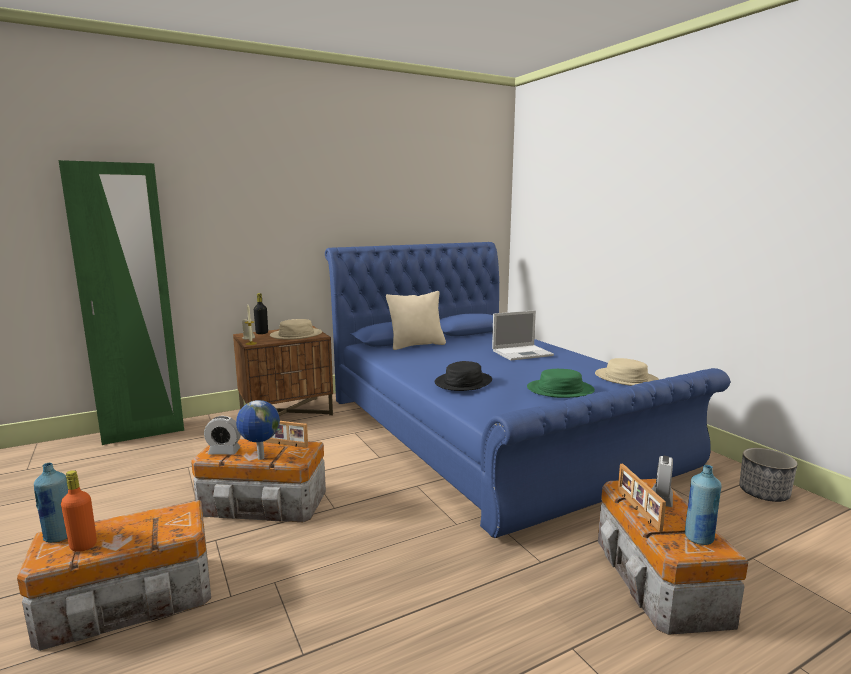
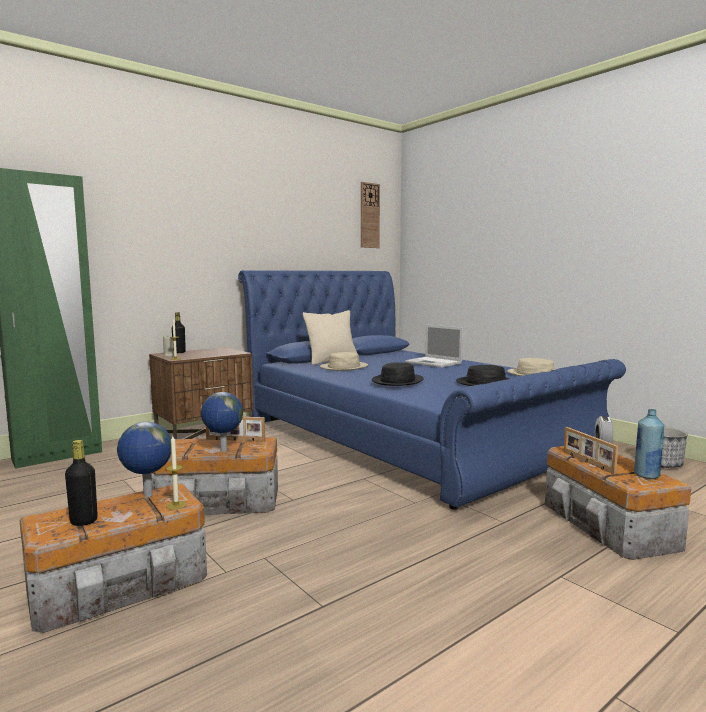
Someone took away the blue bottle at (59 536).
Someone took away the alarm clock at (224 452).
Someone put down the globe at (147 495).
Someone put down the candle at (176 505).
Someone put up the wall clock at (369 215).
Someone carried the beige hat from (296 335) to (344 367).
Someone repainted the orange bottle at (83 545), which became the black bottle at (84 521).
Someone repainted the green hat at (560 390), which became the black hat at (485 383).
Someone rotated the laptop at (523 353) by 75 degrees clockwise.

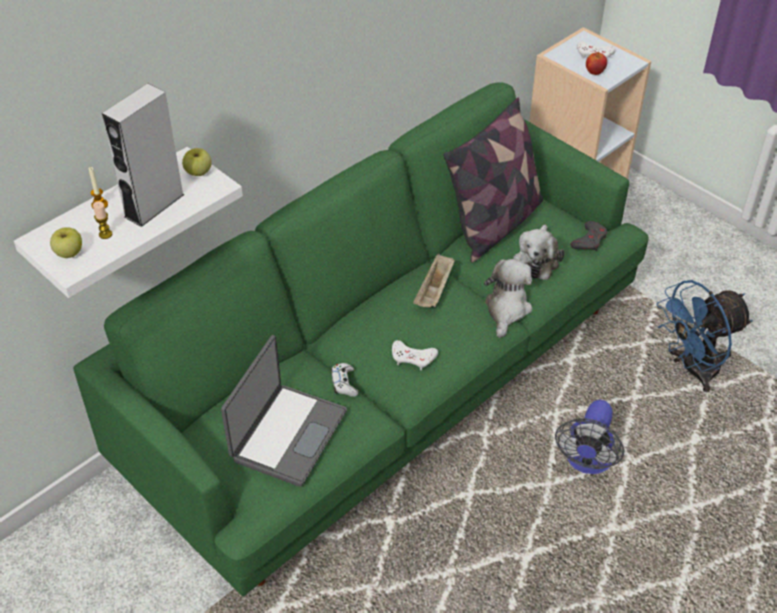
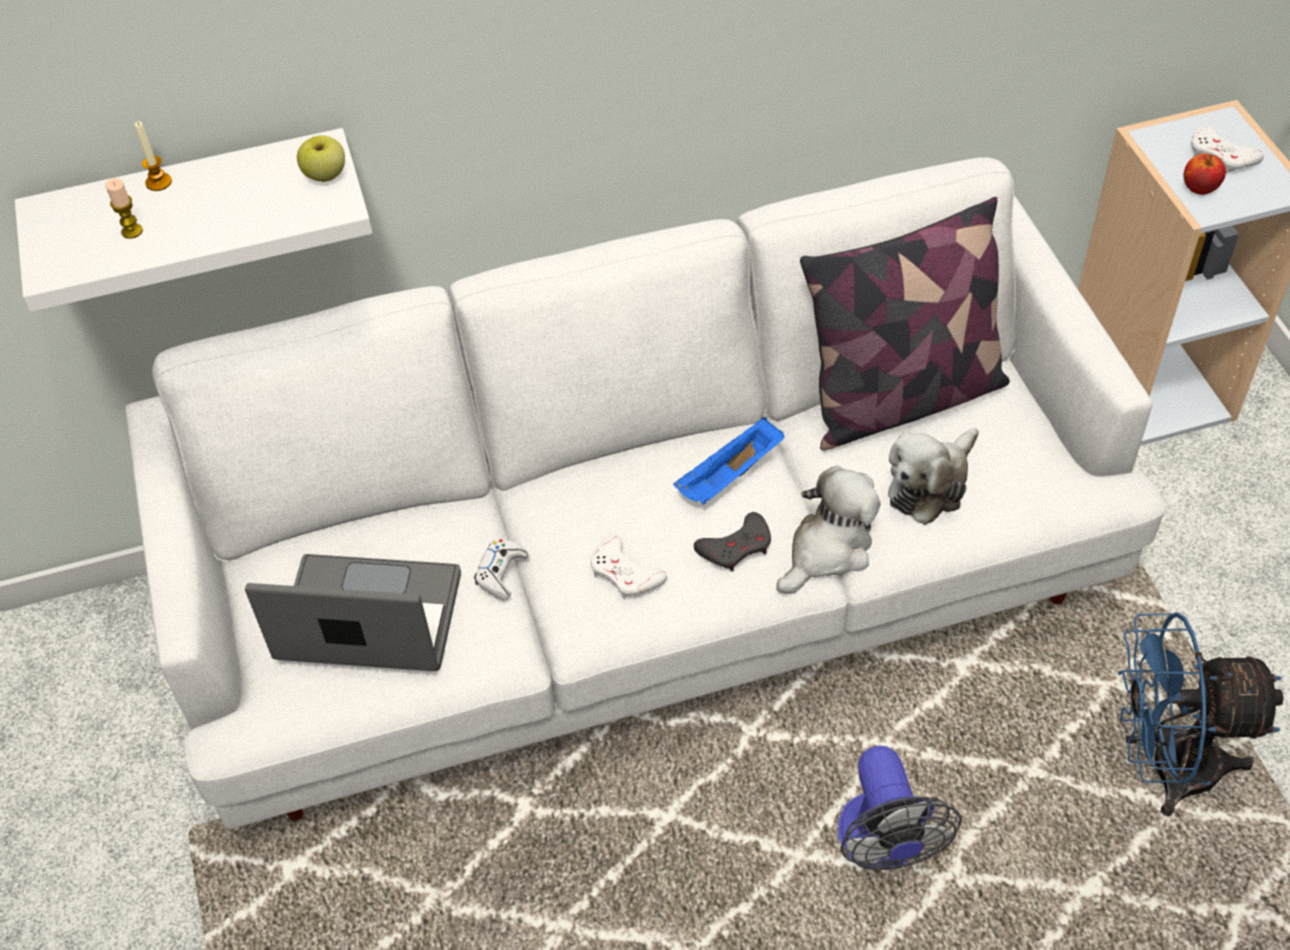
Someone took away the apple at (69 253).
Someone took away the grey speaker at (154 205).
Someone carried the grey game controller from (589 240) to (736 547).
Someone repainted the green sofa at (386 388), which became the white sofa at (650 595).
Someone repainted the beige tray at (434 291), which became the blue tray at (730 476).
Someone rotated the laptop at (287 434) by 135 degrees counterclockwise.
Someone rotated the fan at (587 463) by 60 degrees counterclockwise.

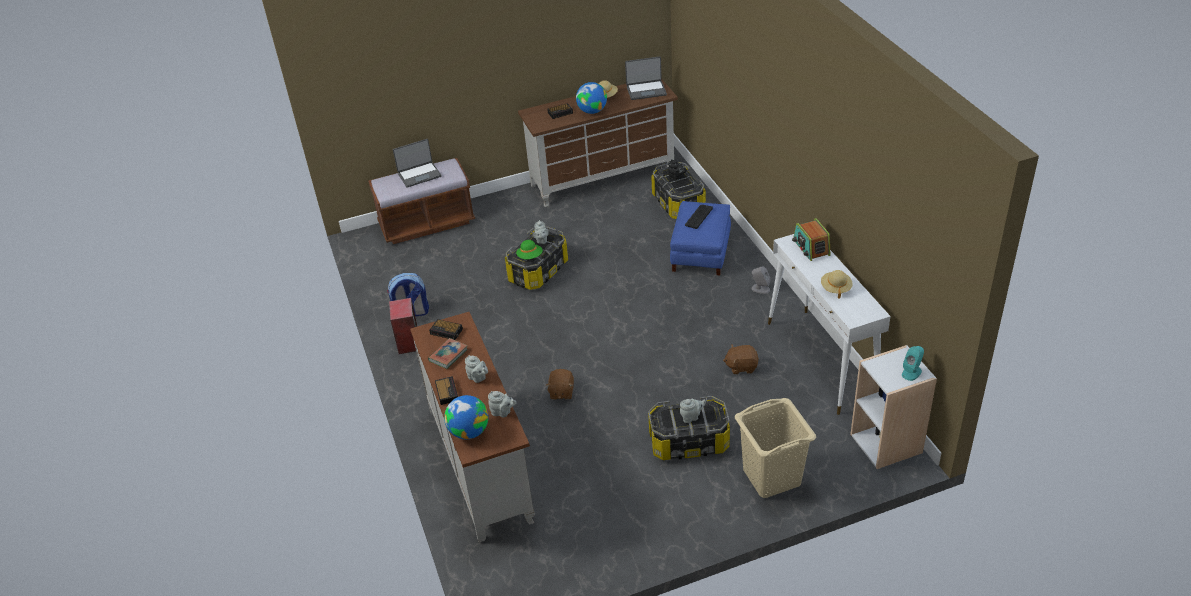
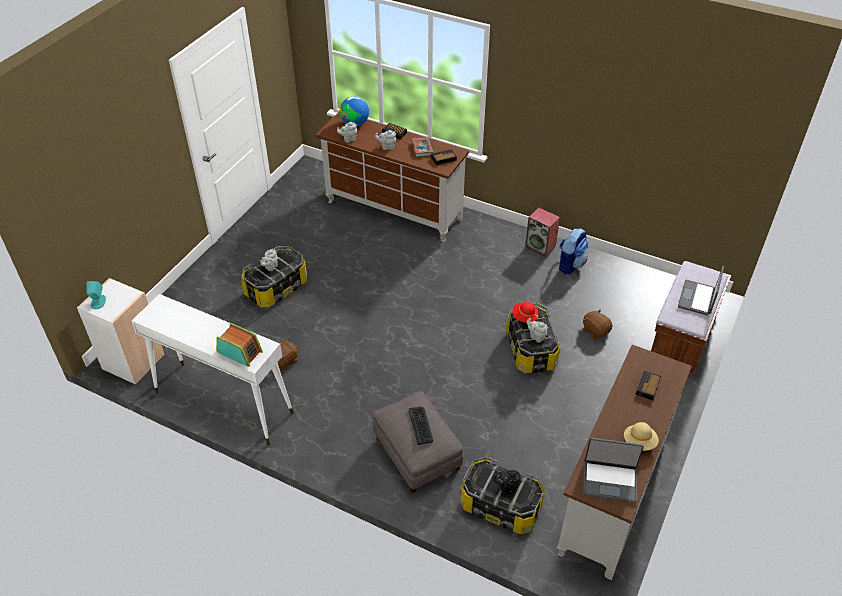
Someone took away the globe at (592 111).
Someone took away the beige laundry basket at (772 476).
Someone took away the grey speaker at (760 289).
Someone took away the beige hat at (835 288).
Someone carried the brown plush toy from (561 392) to (595 331).
Someone repainted the green hat at (530 257), which became the red hat at (524 317).
Someone repainted the blue ottoman at (701 253), which became the grey ottoman at (416 454).
Someone rotated the laptop at (646 90) by 120 degrees counterclockwise.

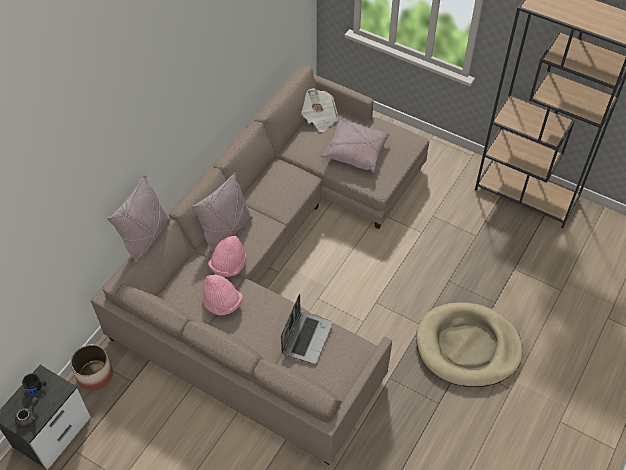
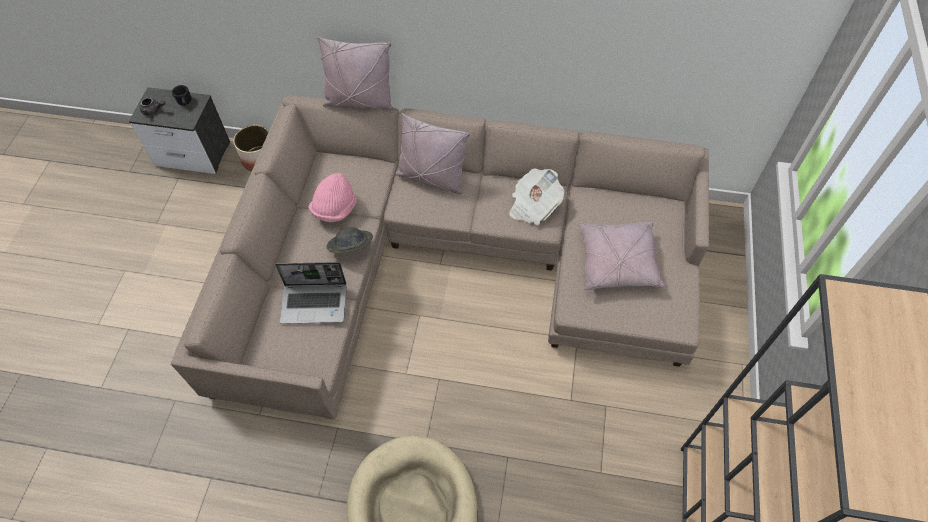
Someone took away the pink hat at (228 265).
Someone put down the grey hat at (351 248).
Someone carried the newspaper from (319 118) to (533 205).

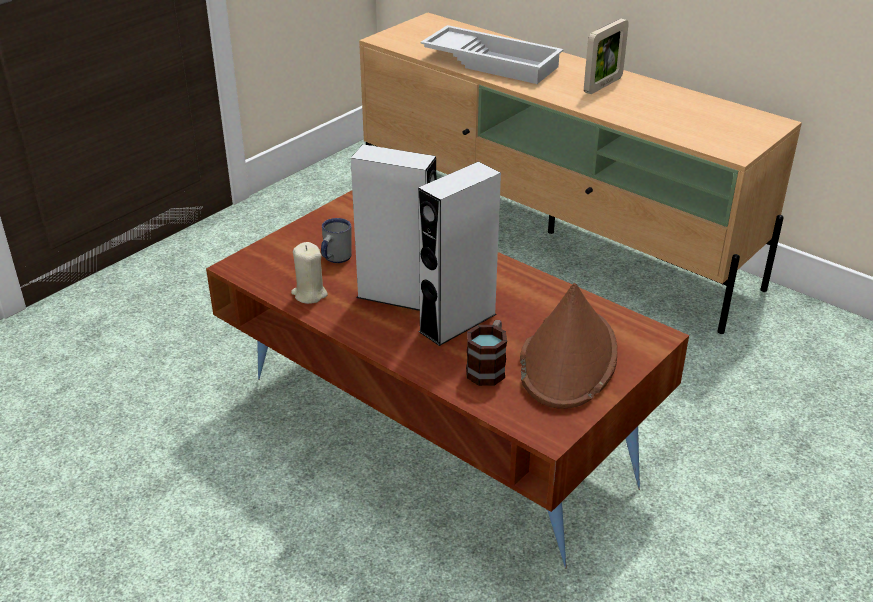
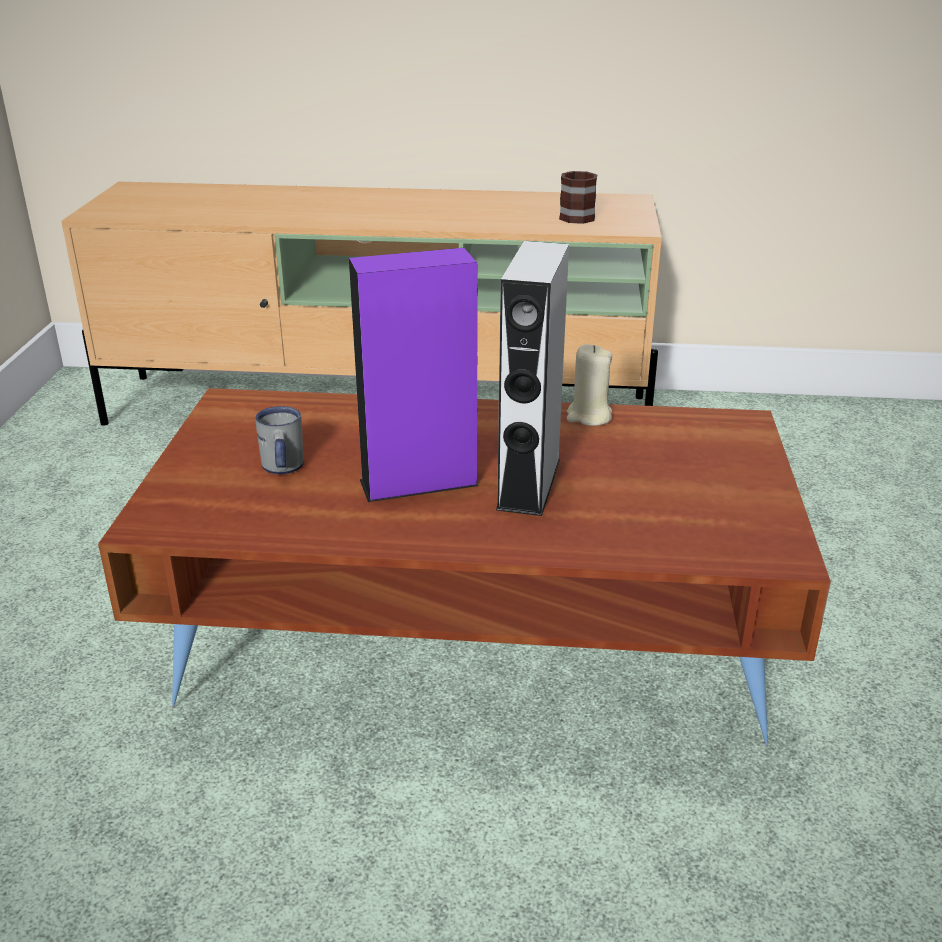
Someone took away the white tray at (493 62).
Someone took away the brown hat at (568 359).
Someone took away the picture frame at (603 85).
Someone carried the beige candle from (309 294) to (589 416).
Someone carried the mug from (488 367) to (574 215).
Someone repainted the grey speaker at (397 296), which became the purple speaker at (419 482).

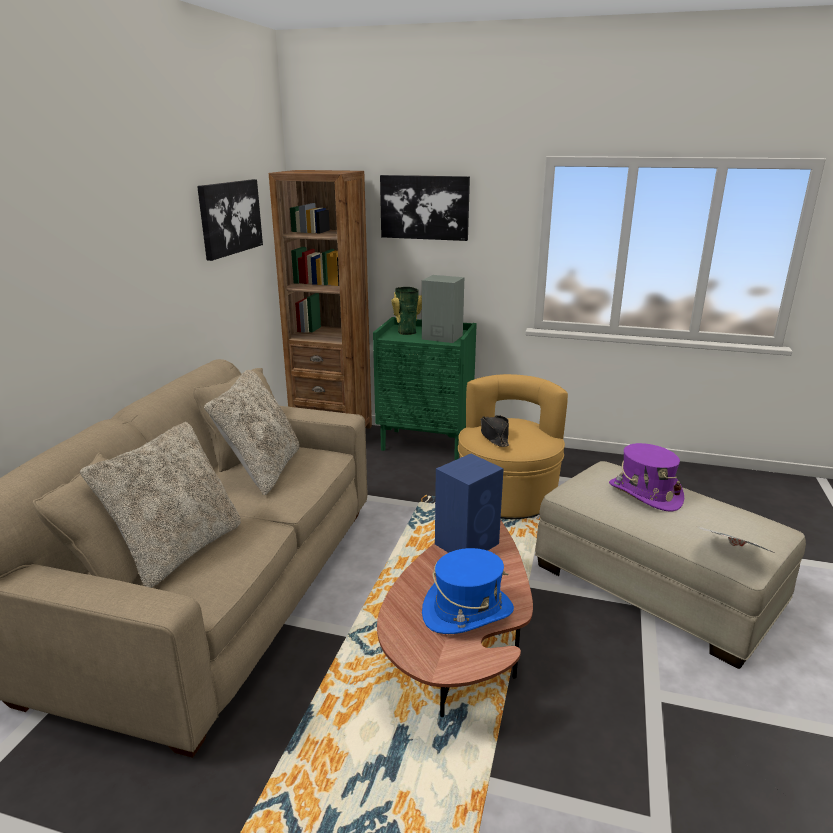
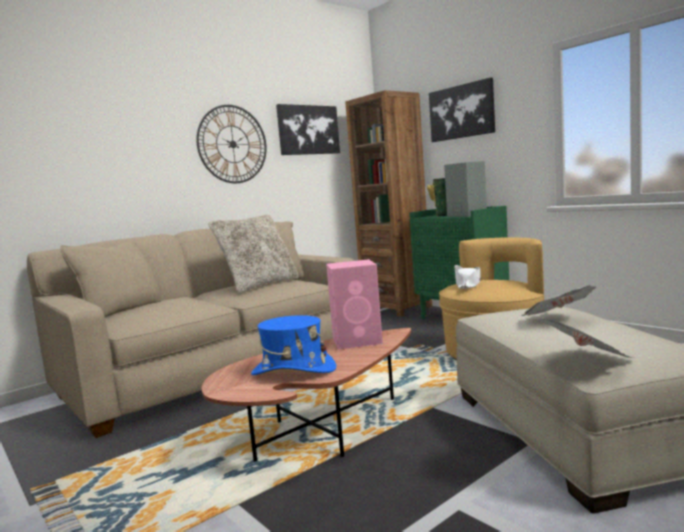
Someone took away the beige pillow at (178 547).
Someone put up the wall clock at (232 144).
Someone swapped the purple hat at (644 494) for the newspaper at (558 320).
Someone repainted the blue speaker at (468 543), which became the pink speaker at (358 341).
Someone repainted the black hat at (494 436), which became the white hat at (468 284).

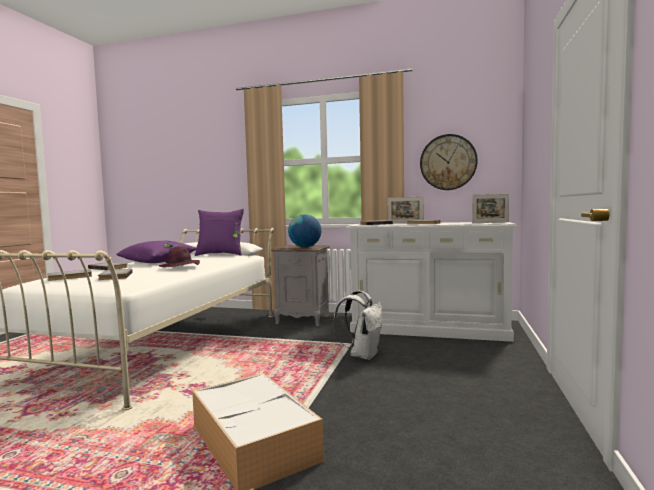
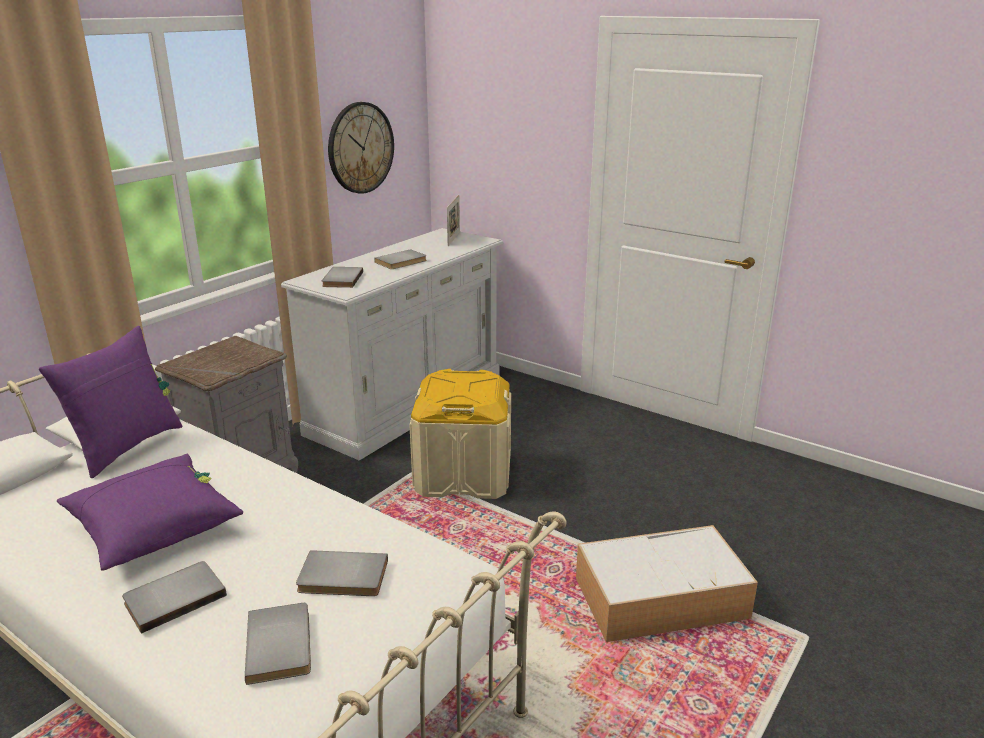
Someone took away the purple hat at (180 267).
Someone took away the globe at (305 247).
Someone took away the picture frame at (405 223).
Someone swapped the white backpack at (363 355) for the beige storage box at (463 474).

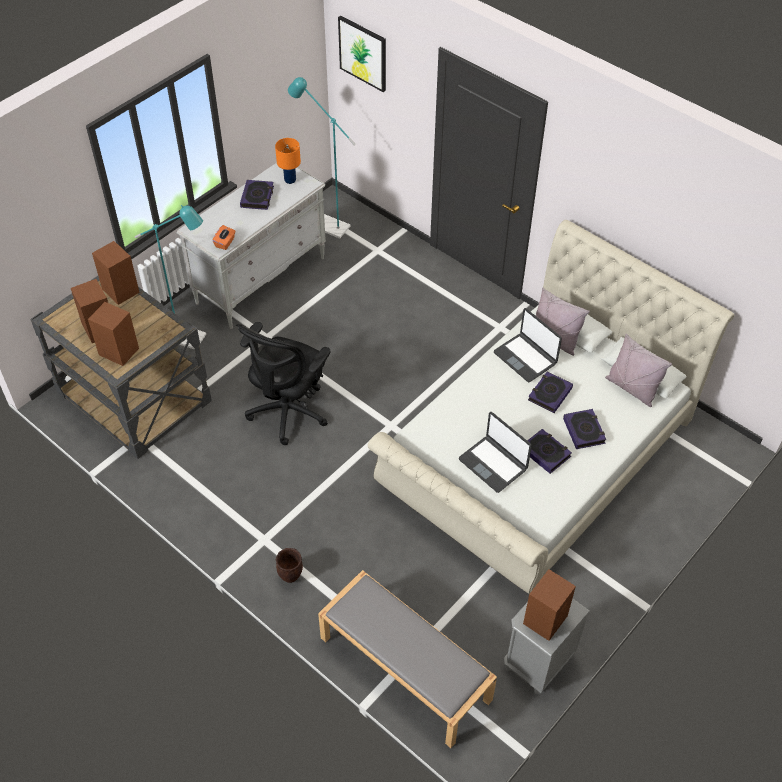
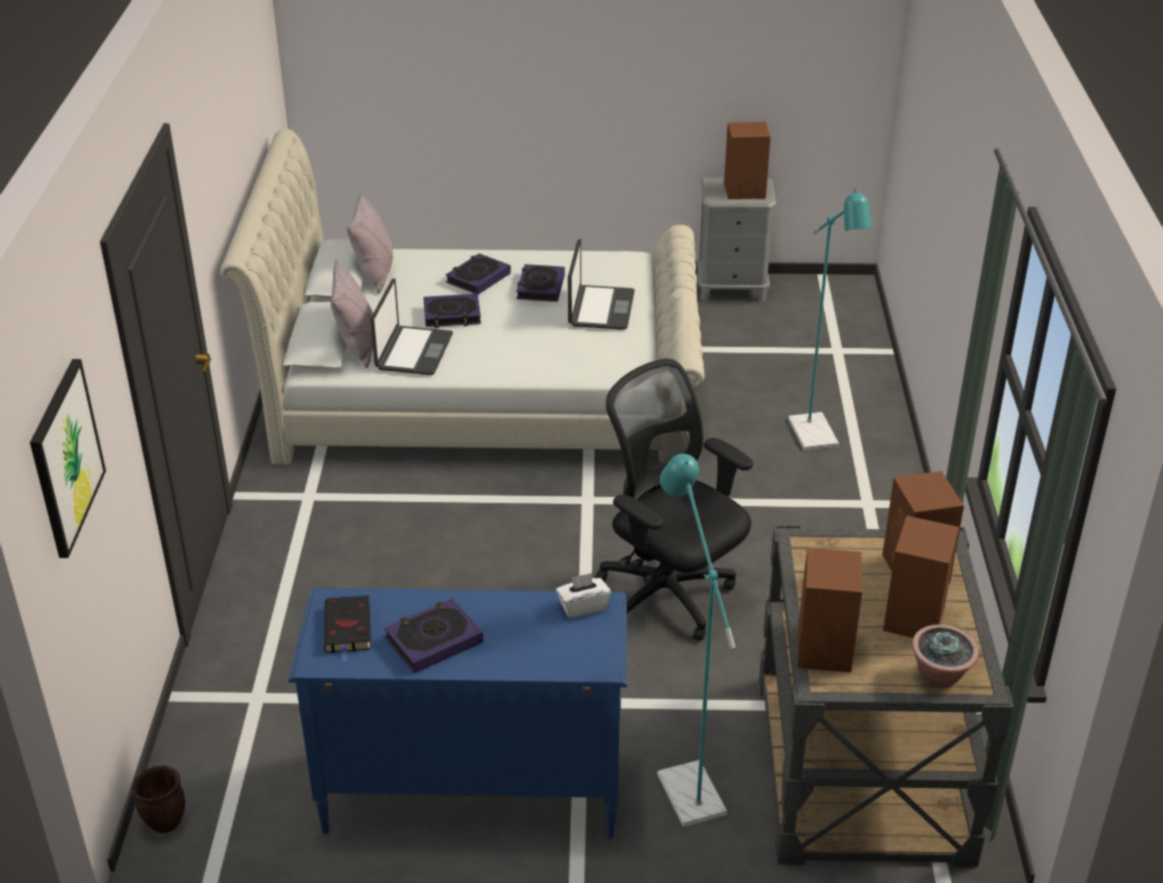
Someone took away the grey bench at (403 668).
Someone put down the potted plant at (940 676).
Someone carried the brown planter from (291 576) to (165 822).
Someone carried the turquoise floor lamp from (326 225) to (816 439).
Someone swapped the orange table lamp at (289 180) for the black book at (348 630).
Someone repainted the white dresser at (262 280), which became the blue dresser at (470 790).
Someone repainted the orange tissue box at (225 243), which became the white tissue box at (583 606).
Someone rotated the black office chair at (289 407) by 120 degrees counterclockwise.

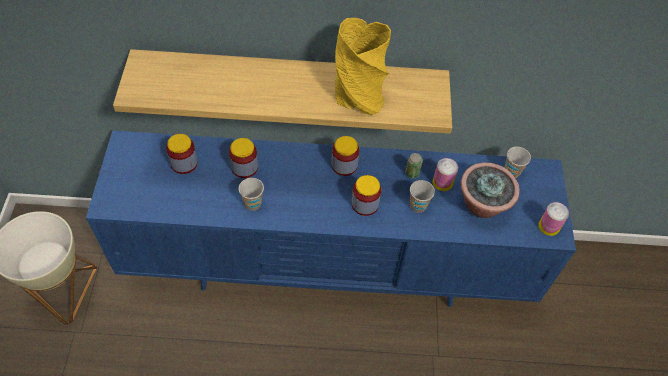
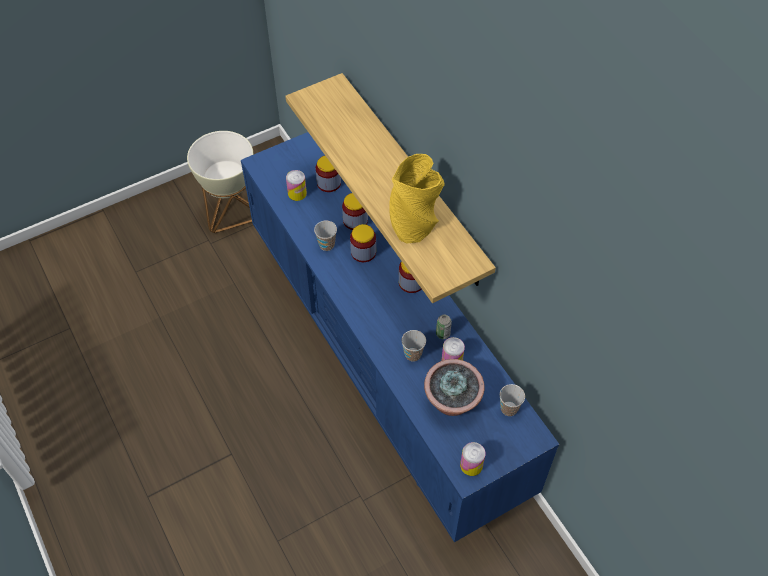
Someone put down the can at (297 193).
Someone carried the jar from (365 204) to (363 252).

